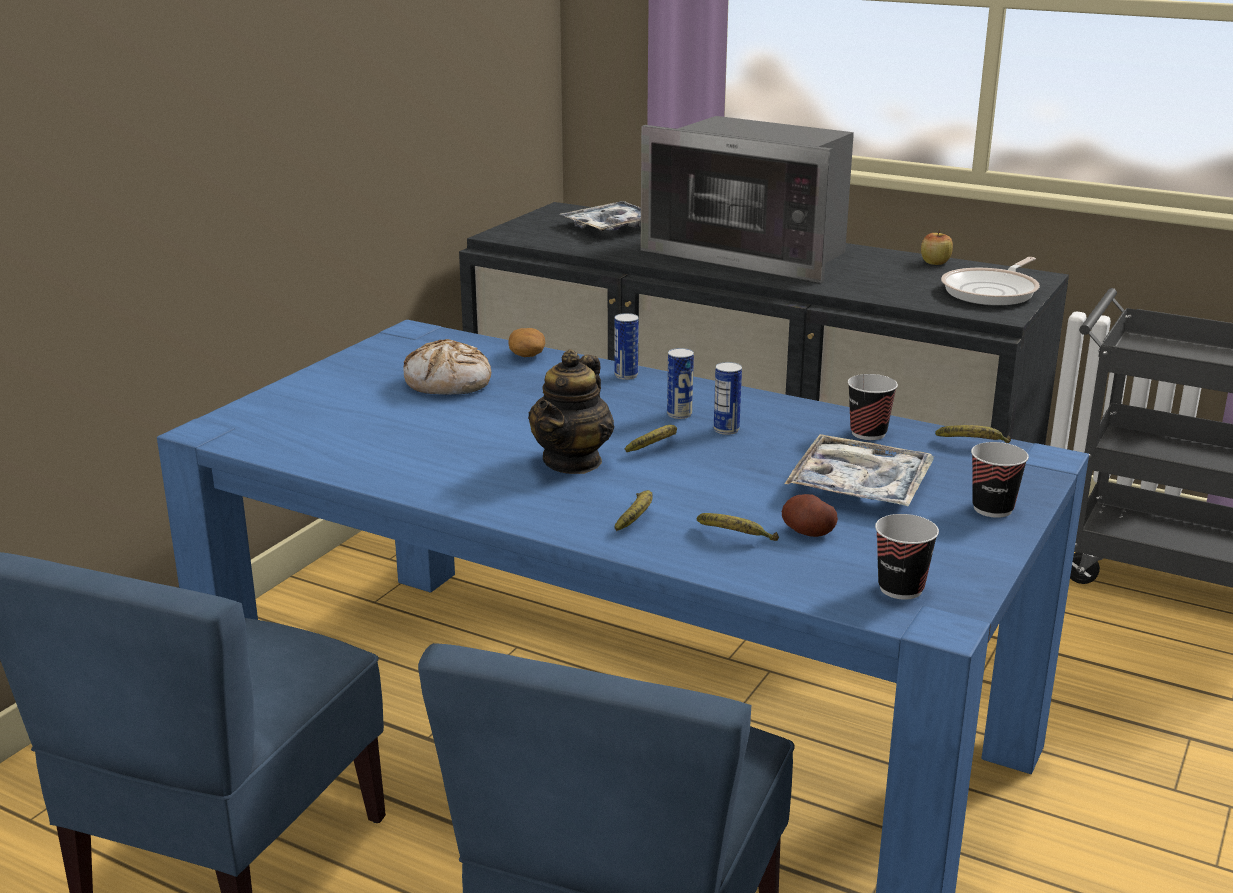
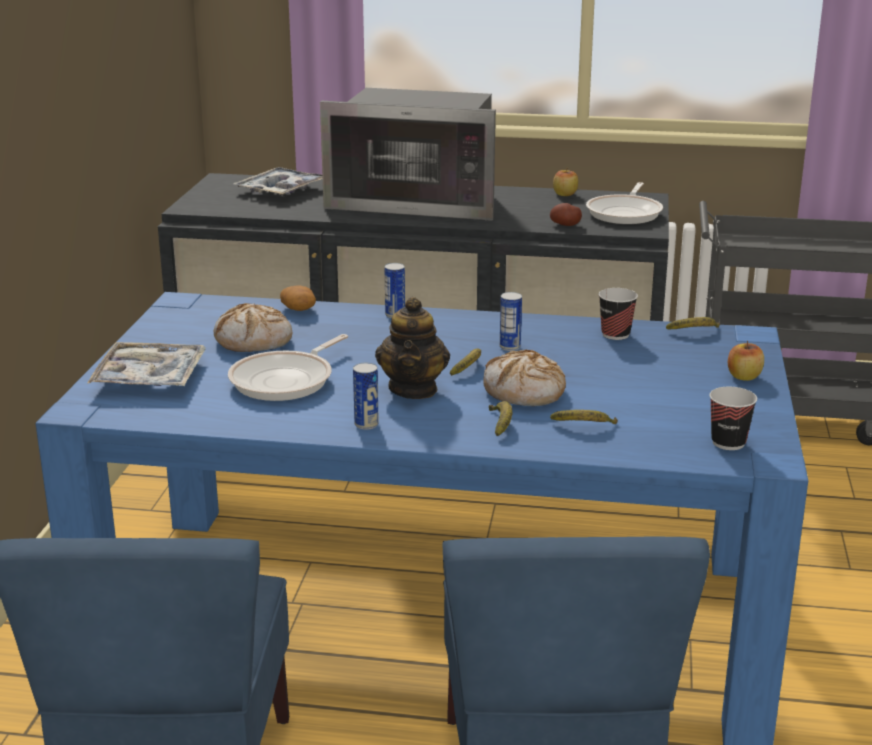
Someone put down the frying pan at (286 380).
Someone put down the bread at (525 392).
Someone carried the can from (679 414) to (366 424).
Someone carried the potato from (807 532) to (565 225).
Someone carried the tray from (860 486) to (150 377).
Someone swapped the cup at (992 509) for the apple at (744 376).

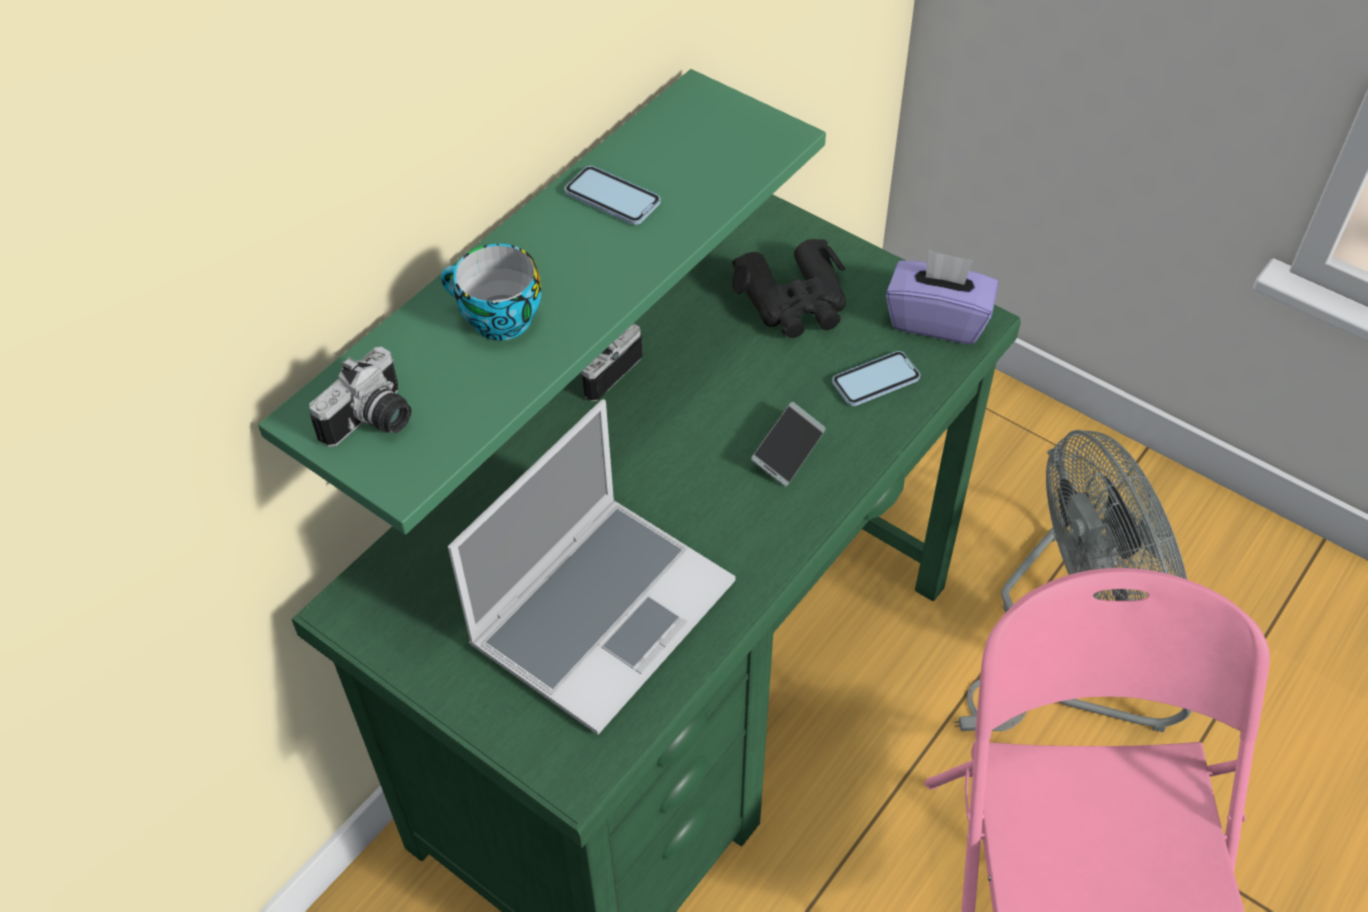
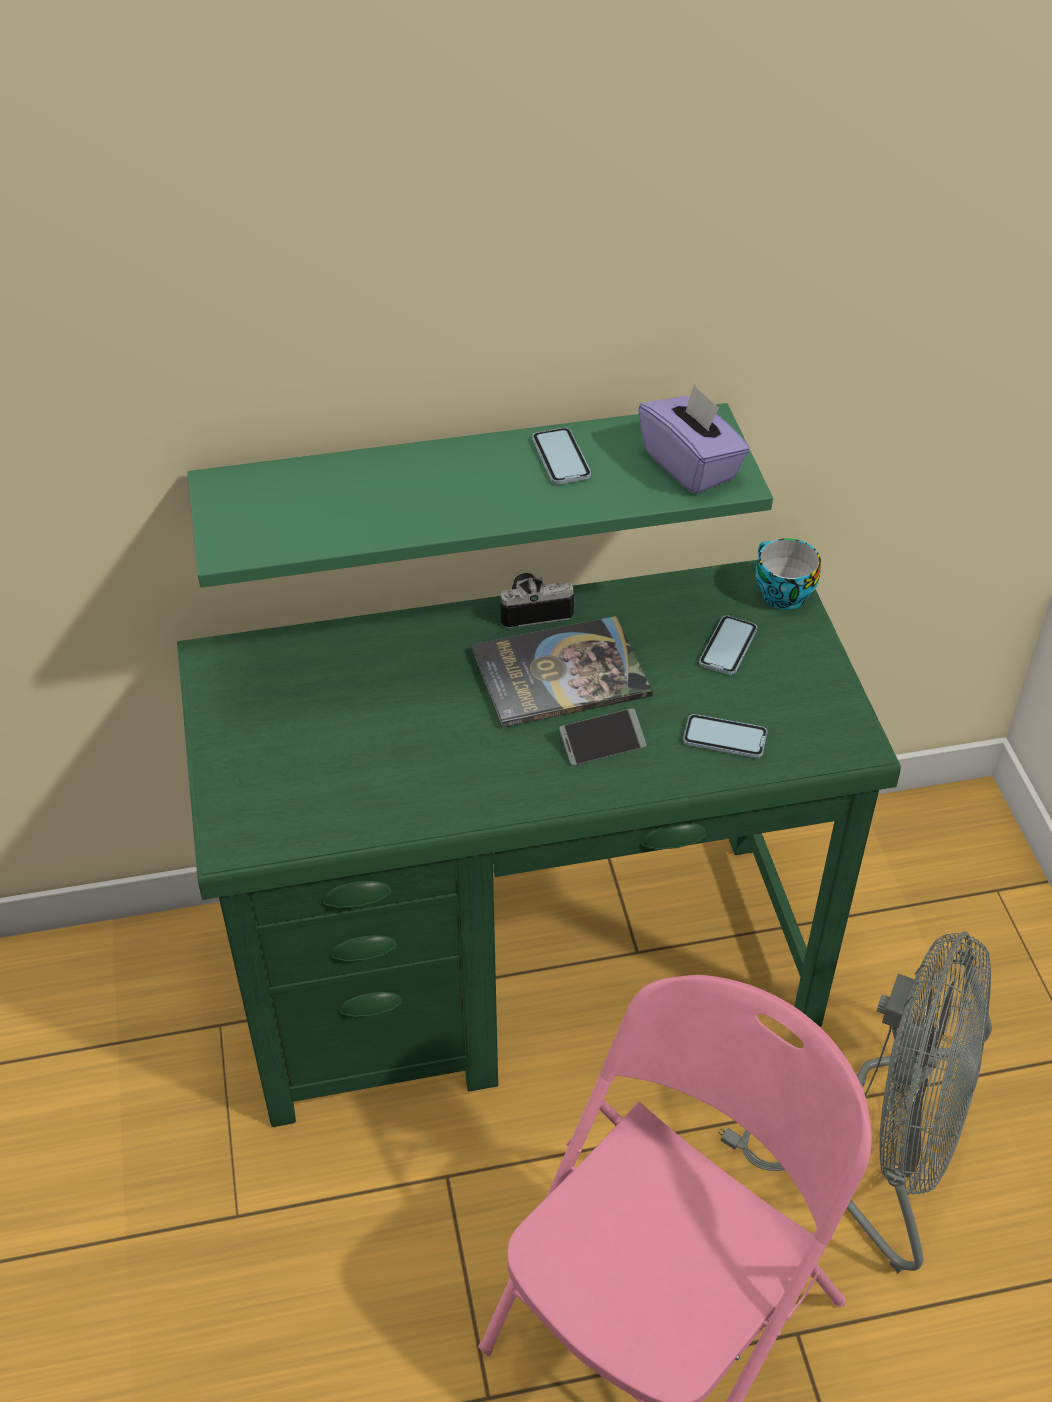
Someone took away the photo camera at (374 422).
Someone took away the laptop at (602 611).
Someone put down the book at (560 673).
Someone carried the cup from (497 320) to (780 594).
Someone carried the purple tissue box from (937 319) to (691 465).
Someone swapped the black binoculars at (794 301) for the phone at (728 647).

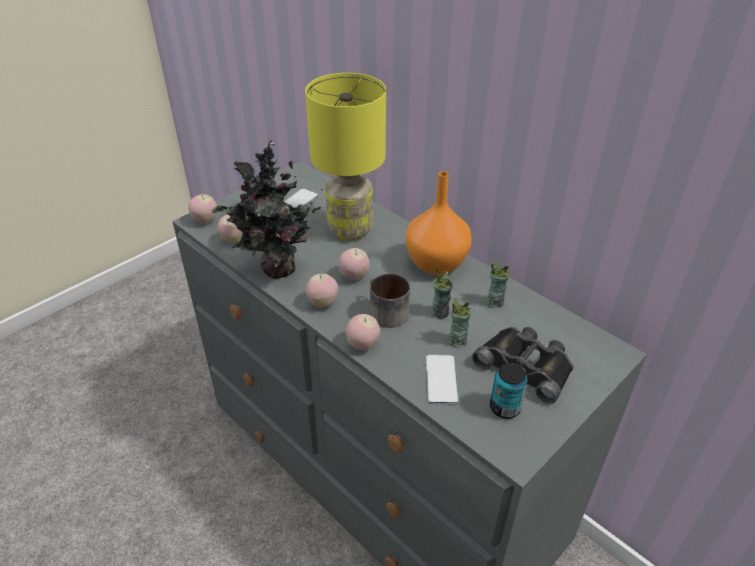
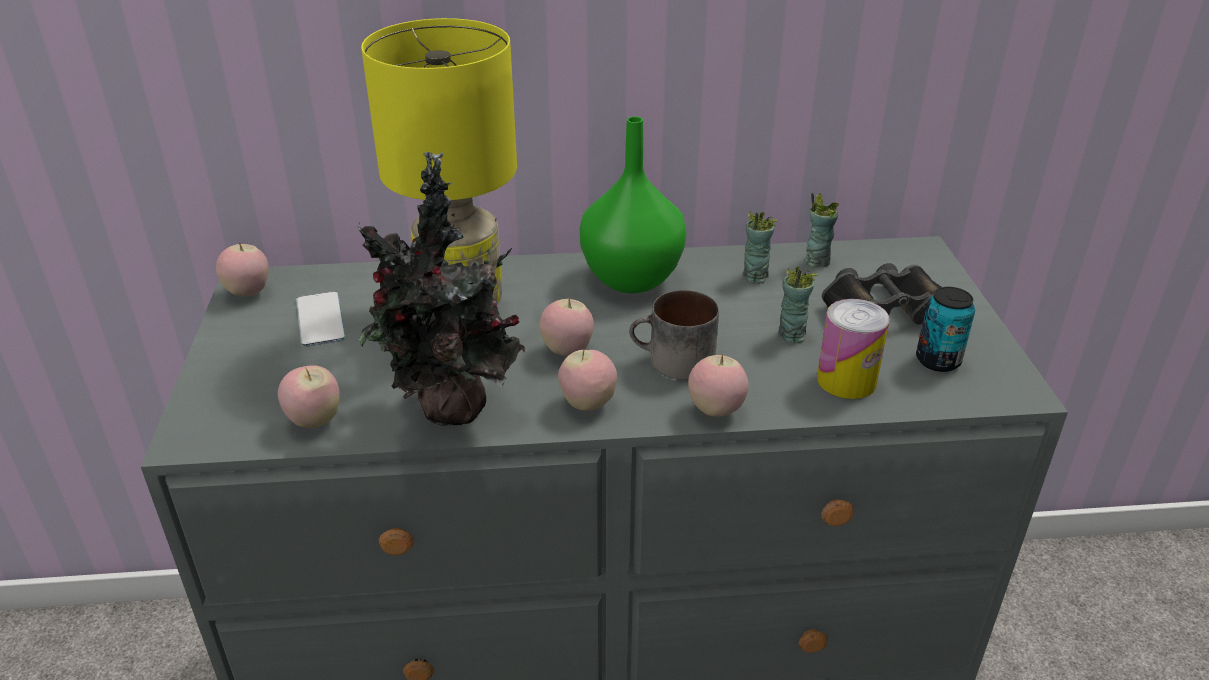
Someone carried the apple from (205 221) to (248 292).
Someone carried the cup from (440 312) to (816 261).
Someone swapped the phone at (441 379) for the can at (846 380).
Someone repainted the orange vase at (436 265), which became the green vase at (633 279).

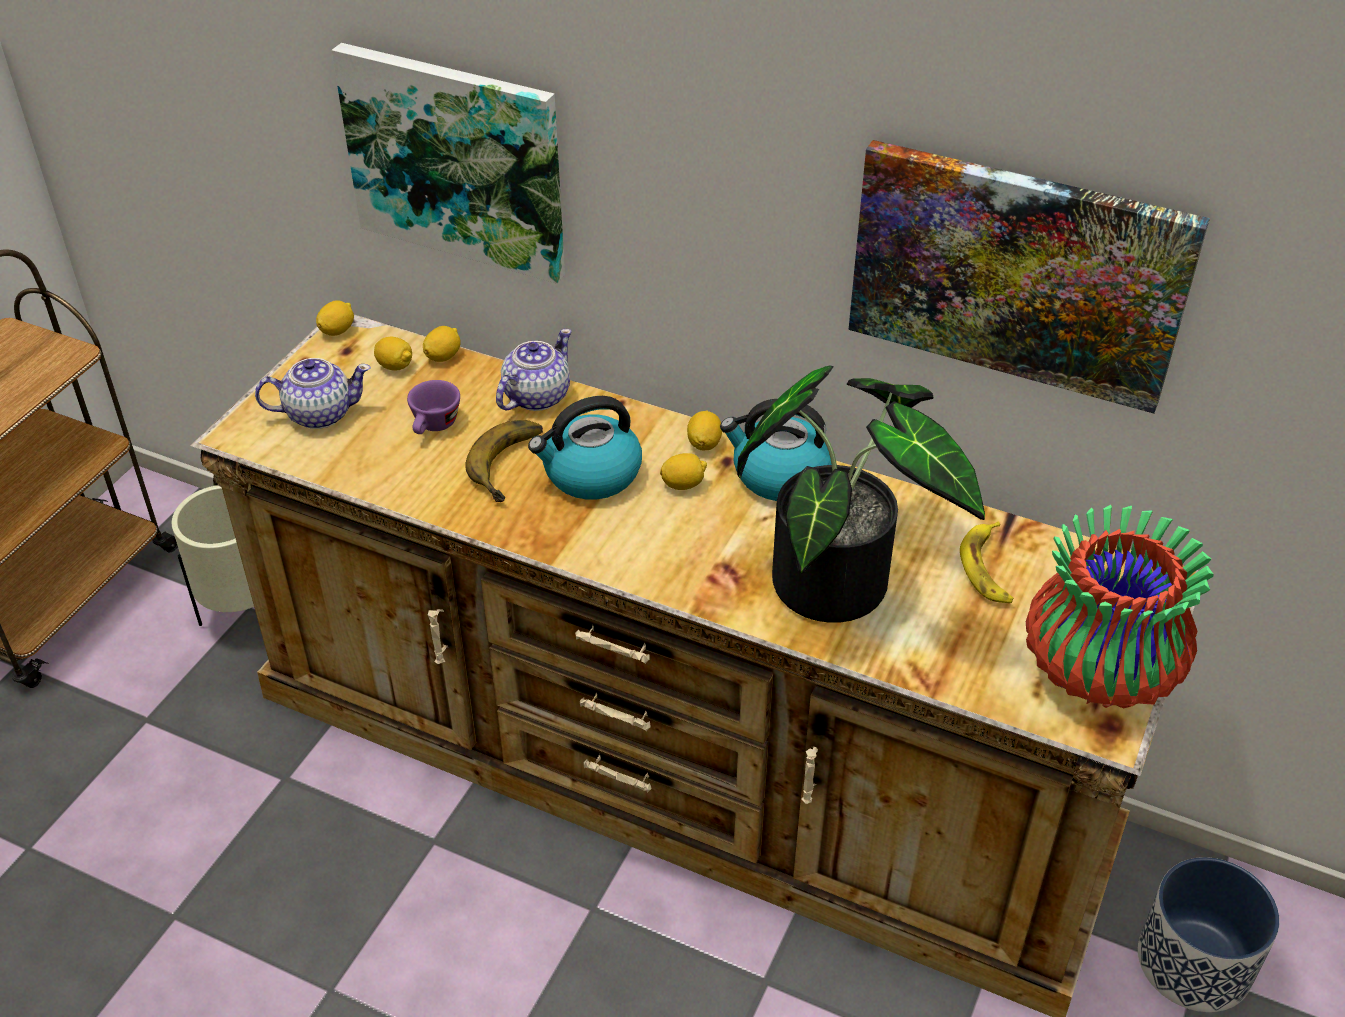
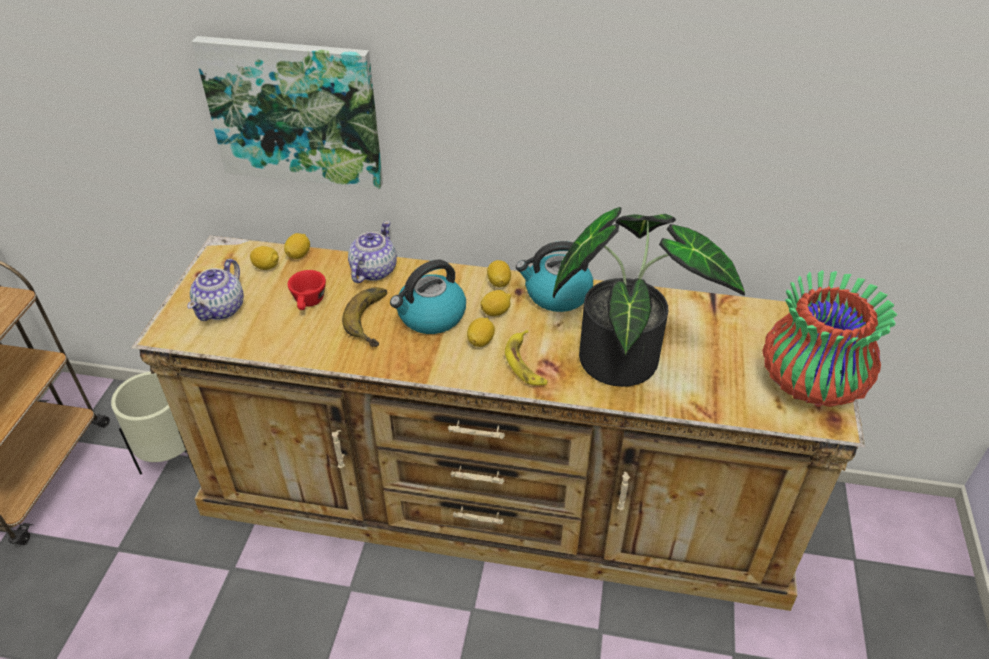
Someone took away the picture at (1017 273).
Someone took away the planter at (1193 962).
Someone carried the lemon from (337 330) to (481 341).
Someone carried the banana from (988 568) to (526 363).
Someone repainted the purple cup at (434 426), which became the red cup at (309 303).
Someone rotated the teapot at (318 414) by 135 degrees clockwise.

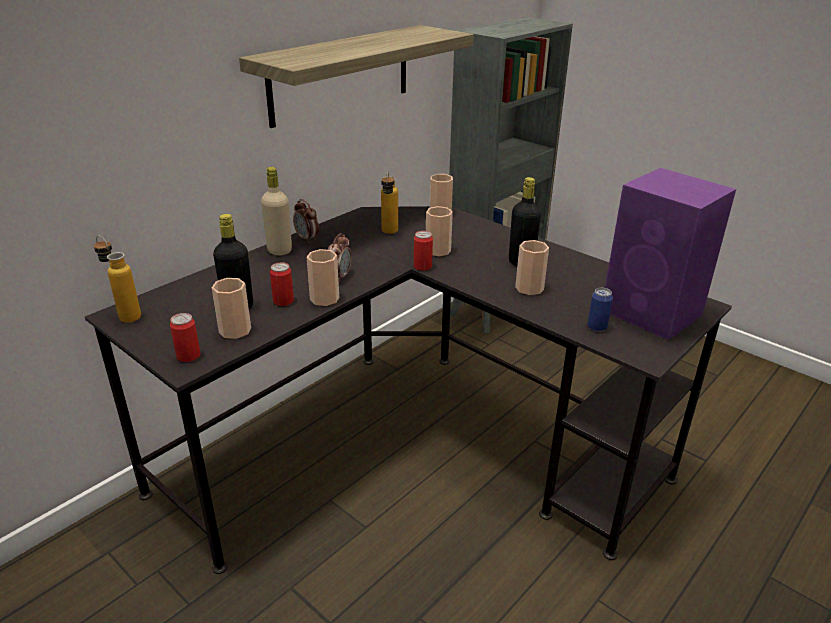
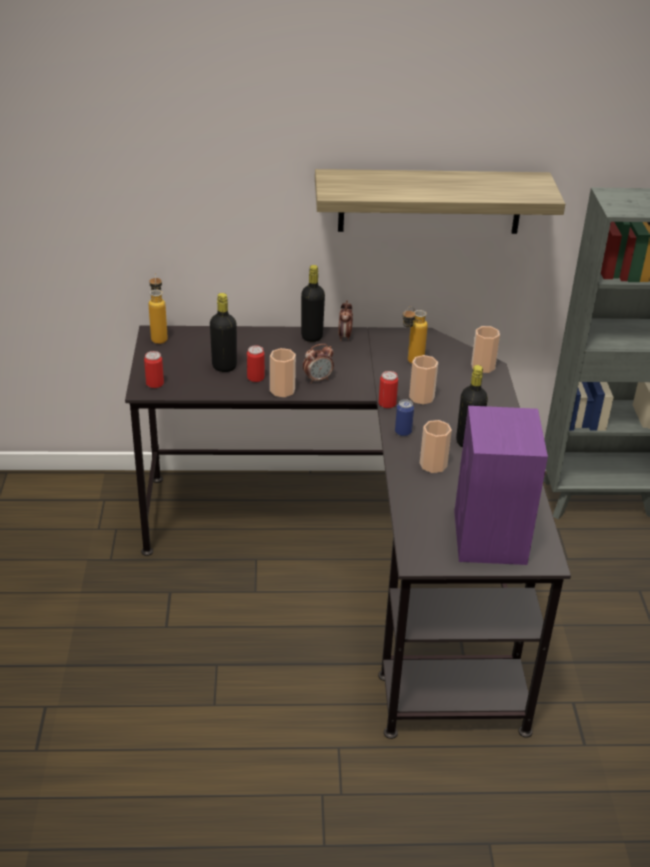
Someone took away the cup at (235 330).
Someone carried the can from (597 327) to (403 432).
Someone repainted the beige bottle at (279 250), which became the black bottle at (312 336).

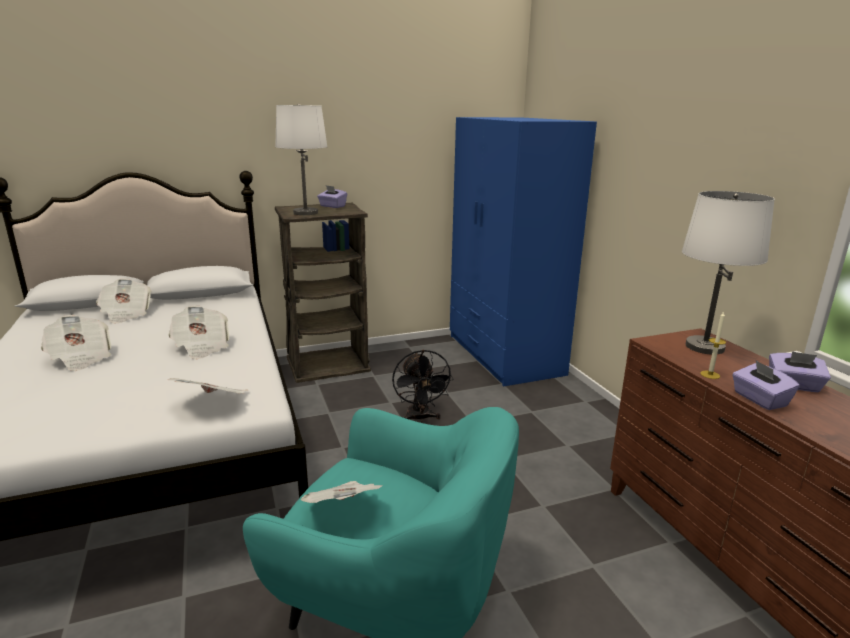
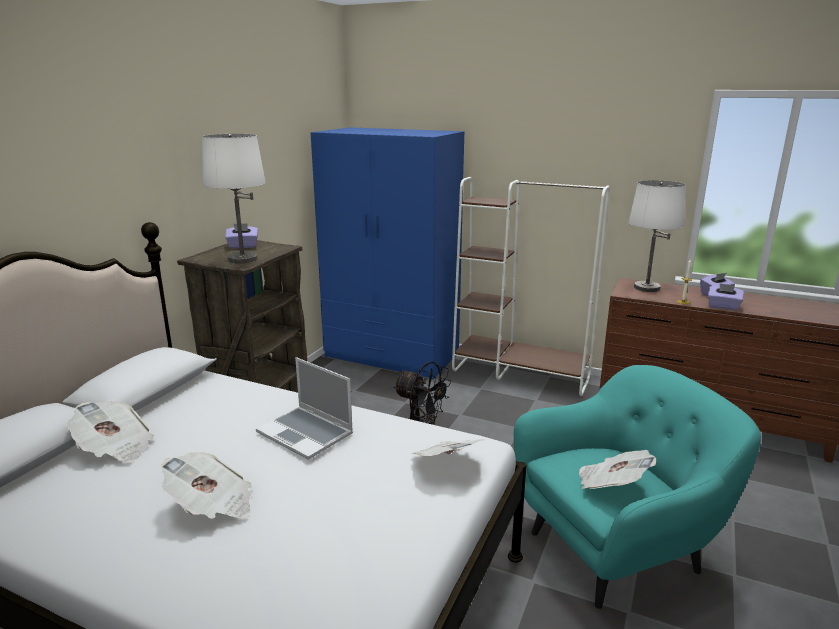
Someone put down the brown clothes rack at (521 375).
Someone swapped the newspaper at (201 347) for the laptop at (306 434).

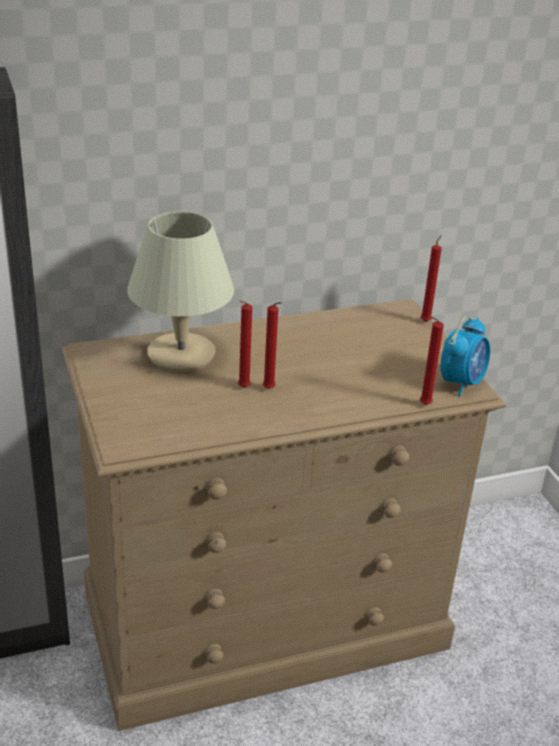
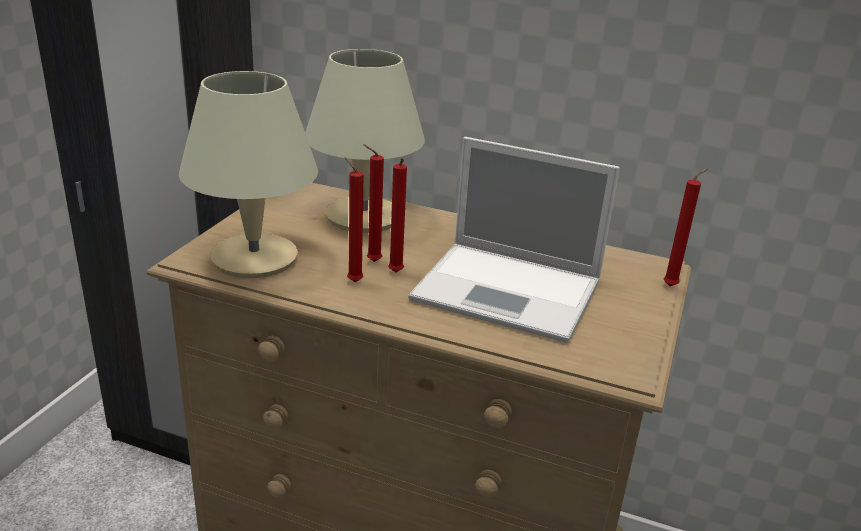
Someone took away the alarm clock at (461 382).
Someone put down the beige table lamp at (254 258).
Someone put down the laptop at (511 291).
Someone carried the red candle from (423 405) to (353 281).

